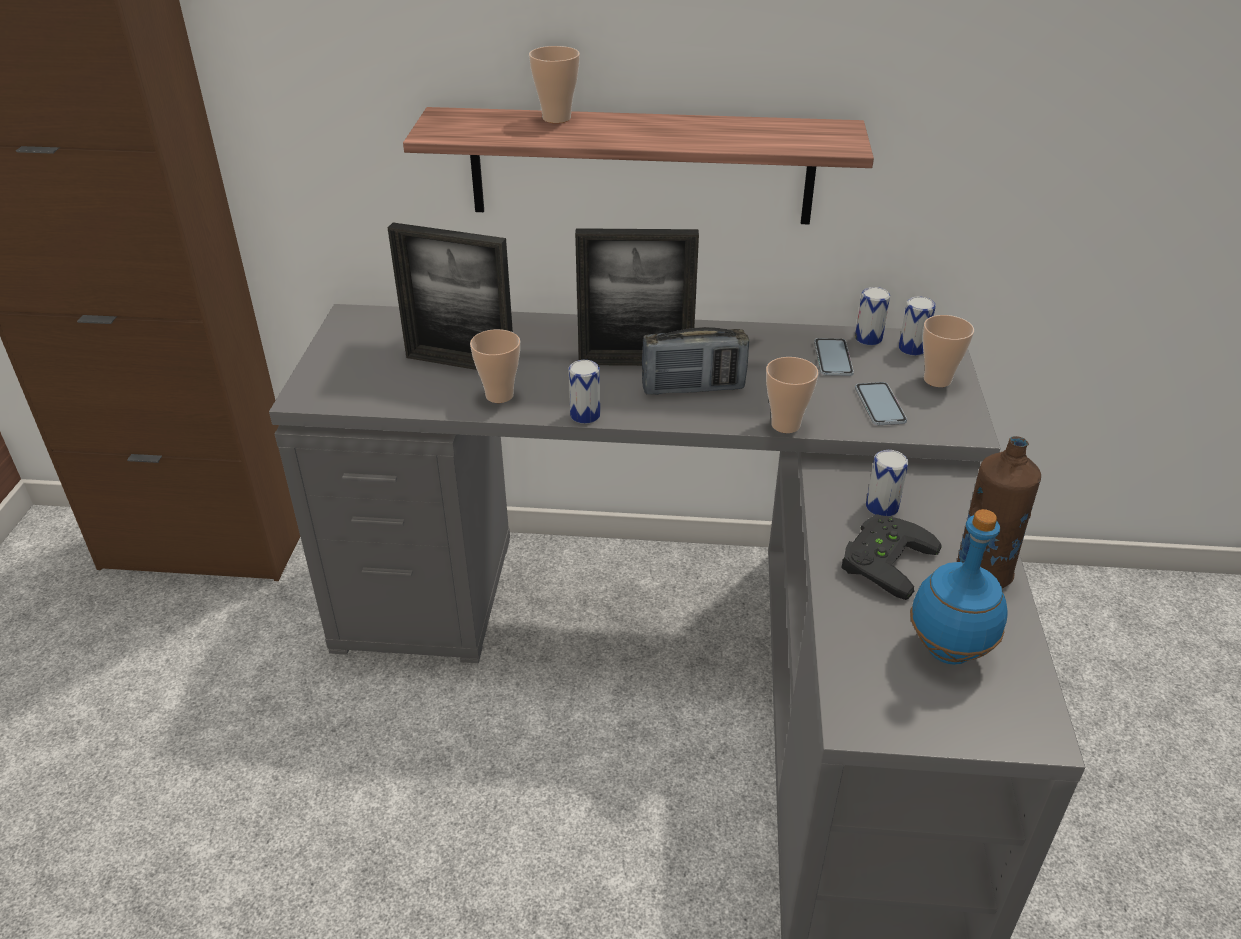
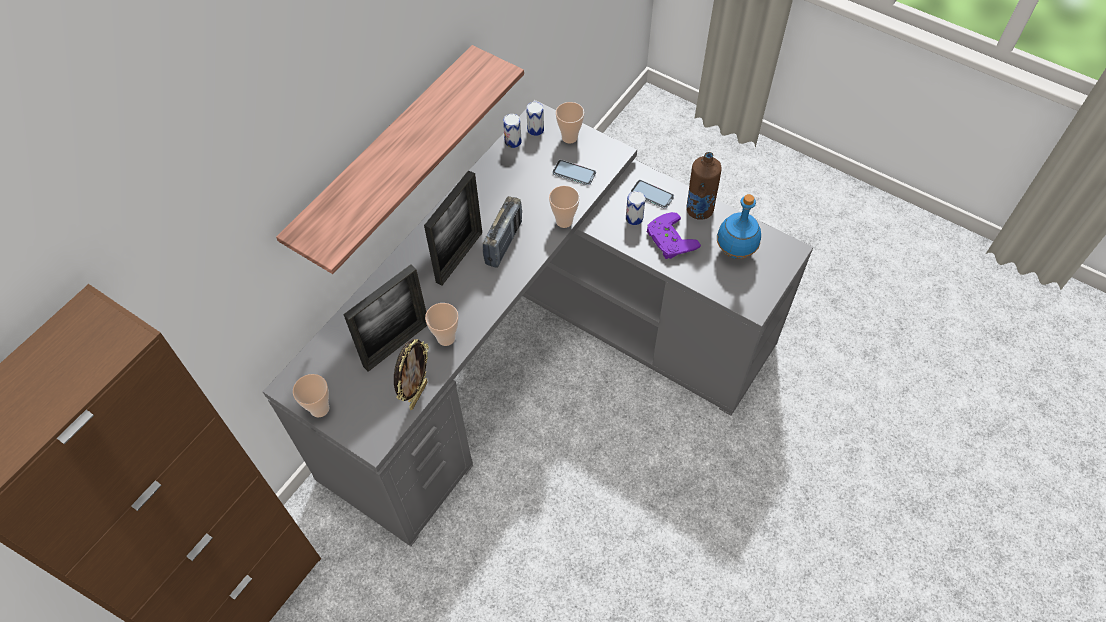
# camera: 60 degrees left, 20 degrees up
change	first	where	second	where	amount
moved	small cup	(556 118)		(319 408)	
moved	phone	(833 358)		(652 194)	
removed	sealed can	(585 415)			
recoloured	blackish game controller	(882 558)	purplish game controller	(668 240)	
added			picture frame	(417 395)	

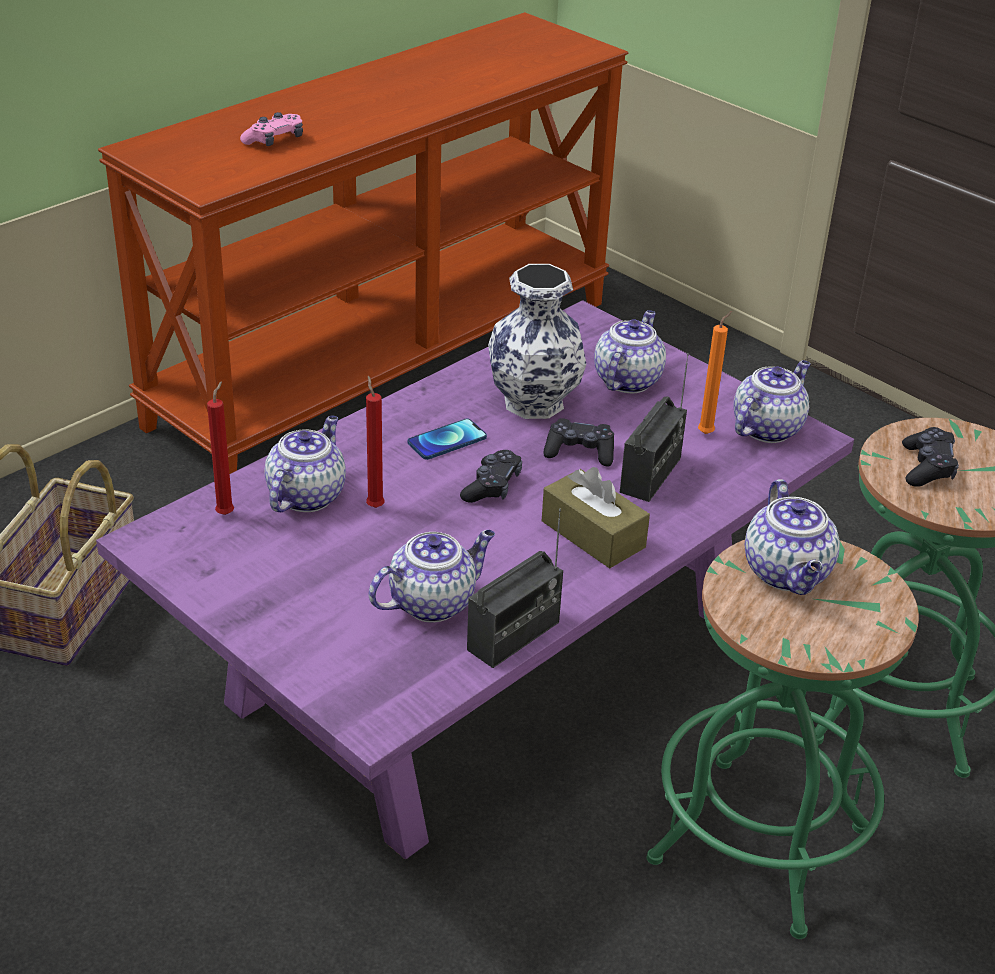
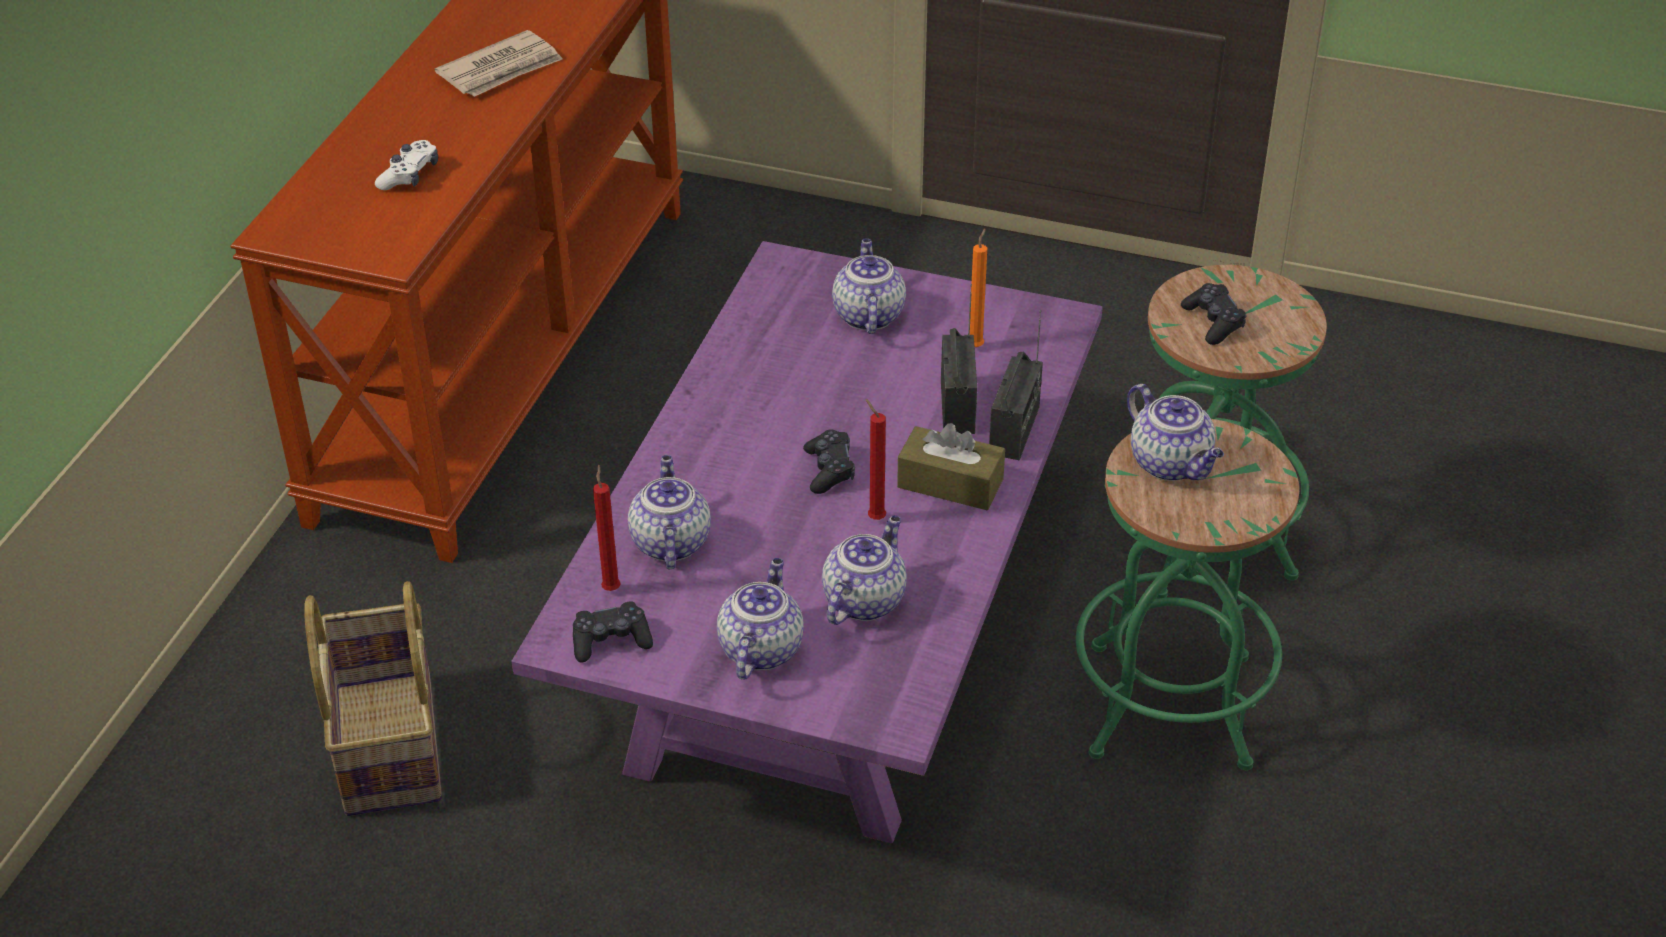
# camera: 25 degrees left, 5 degrees up
change	first	where	second	where	amount
recoloured	pink-coloured game controller	(274 140)	white-coloured game controller	(409 175)	
removed	flower vase	(532 401)			
moved	tea pot	(767 428)		(760 648)	
moved	reddish wax light	(374 505)		(874 517)	
moved	blackish game controller	(579 452)		(611 641)	
removed	phone	(447 440)			
moved	radio receiver	(514 636)		(1014 431)	
added			newspaper	(501 69)	

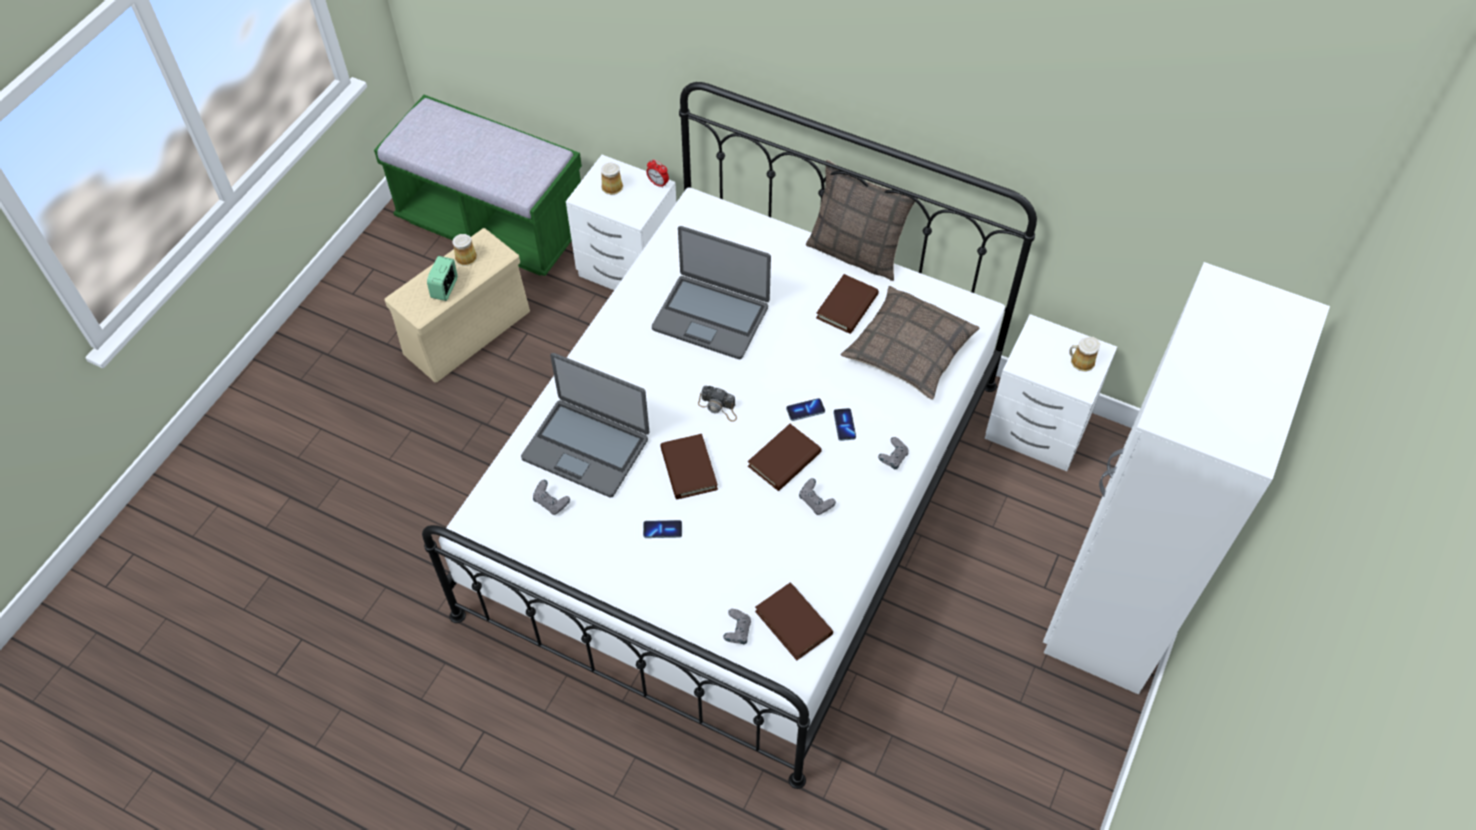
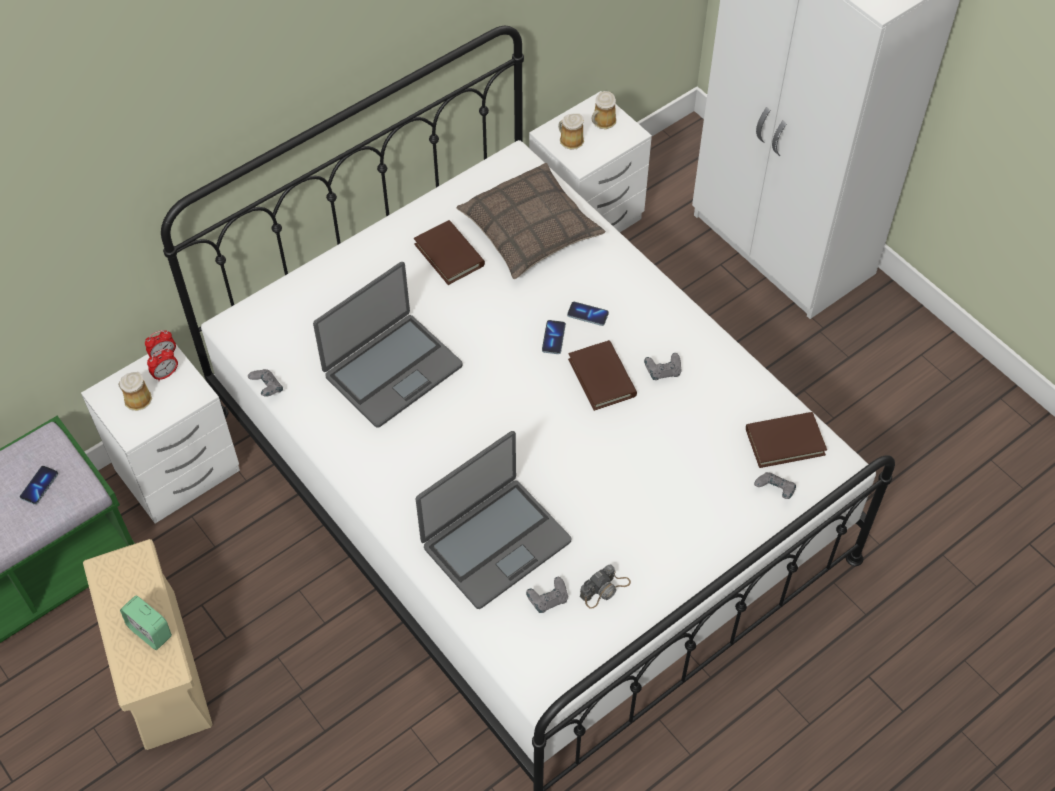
# camera: 65 degrees left, 0 degrees up
change	first	where	second	where	amount
removed	cushion	(856 252)			
moved	coffee mug	(467 257)		(570 140)	
moved	photo camera	(719 407)		(605 589)	
removed	brownish volume	(688 469)			
moved	greyish game controller	(893 458)		(267 388)	
moved	phone	(662 530)		(39 486)	
added			table clock	(166 374)	

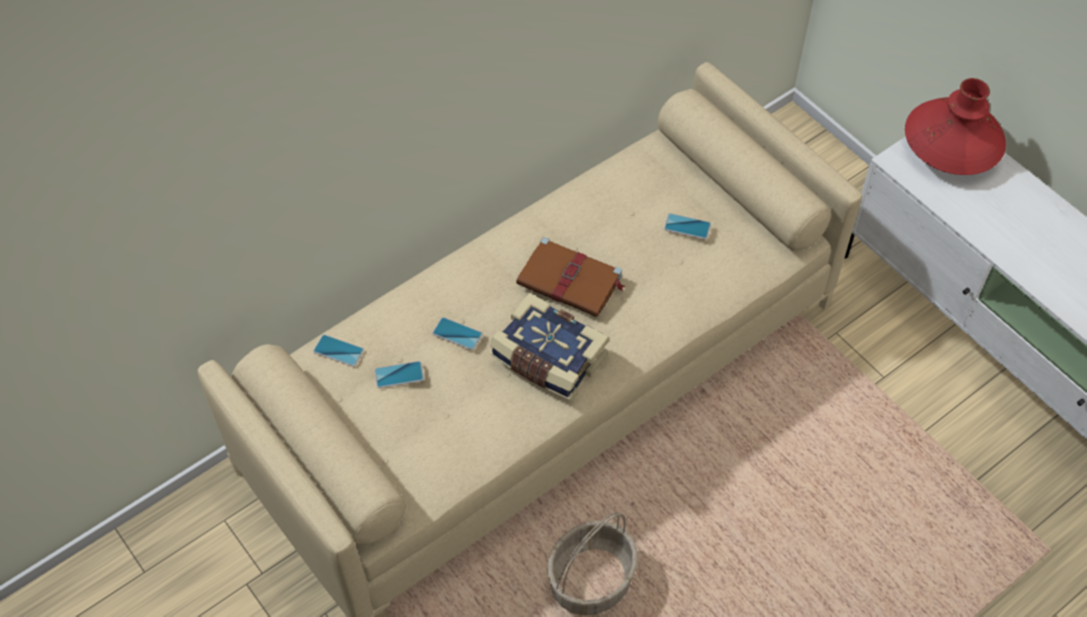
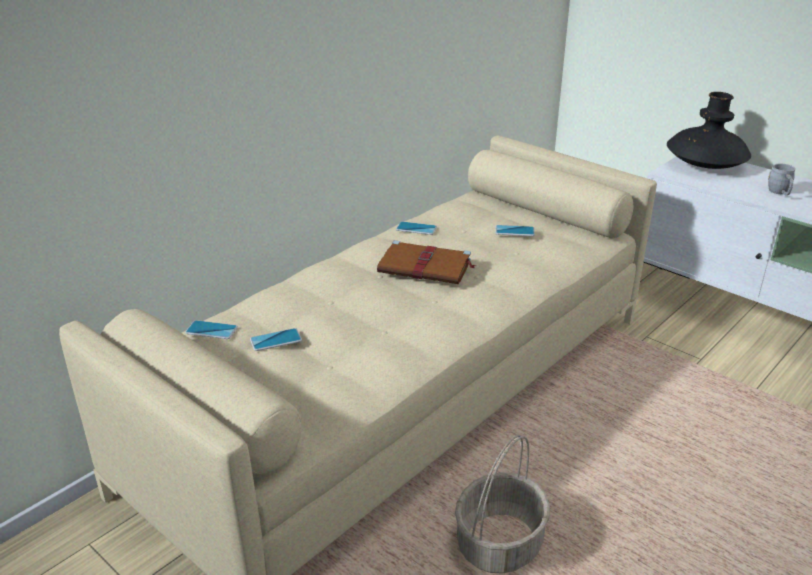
# camera: 10 degrees left, 25 degrees down
change	first	where	second	where	amount
recoloured	reddish flower vase	(950 149)	blackish flower vase	(705 164)	
removed	volume	(547 359)			
moved	phone	(457 334)		(416 229)	
added			greyish coffee mug	(780 193)	

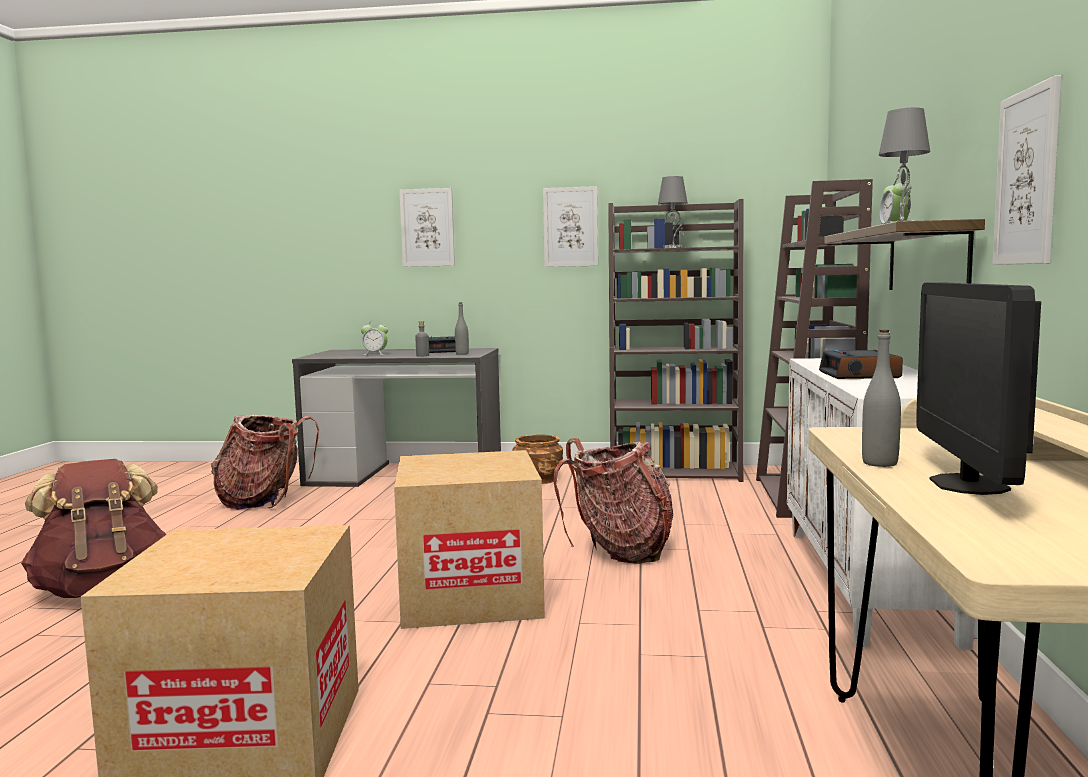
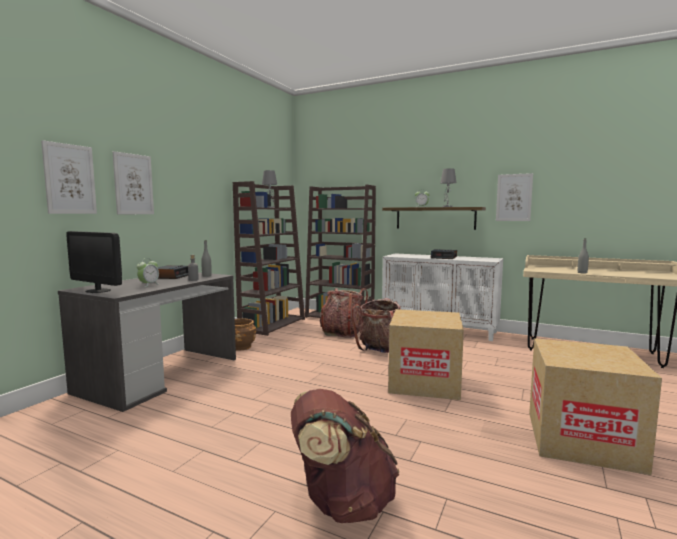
# camera: 70 degrees left, 0 degrees up
change	first	where	second	where	amount
moved	wall art	(570 227)		(70 179)	
moved	computer screen	(969 484)		(98 291)	
moved	knapsack	(264 501)		(342 333)	

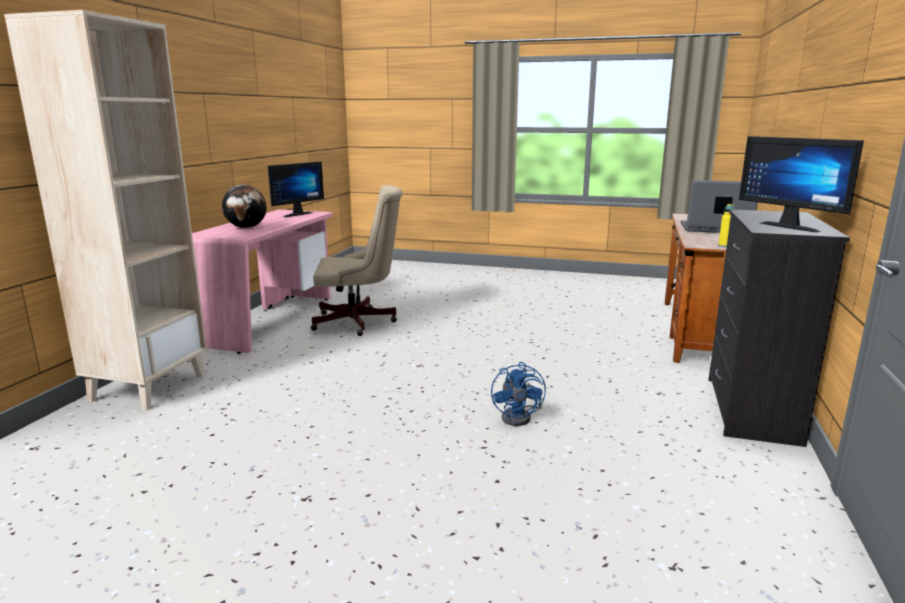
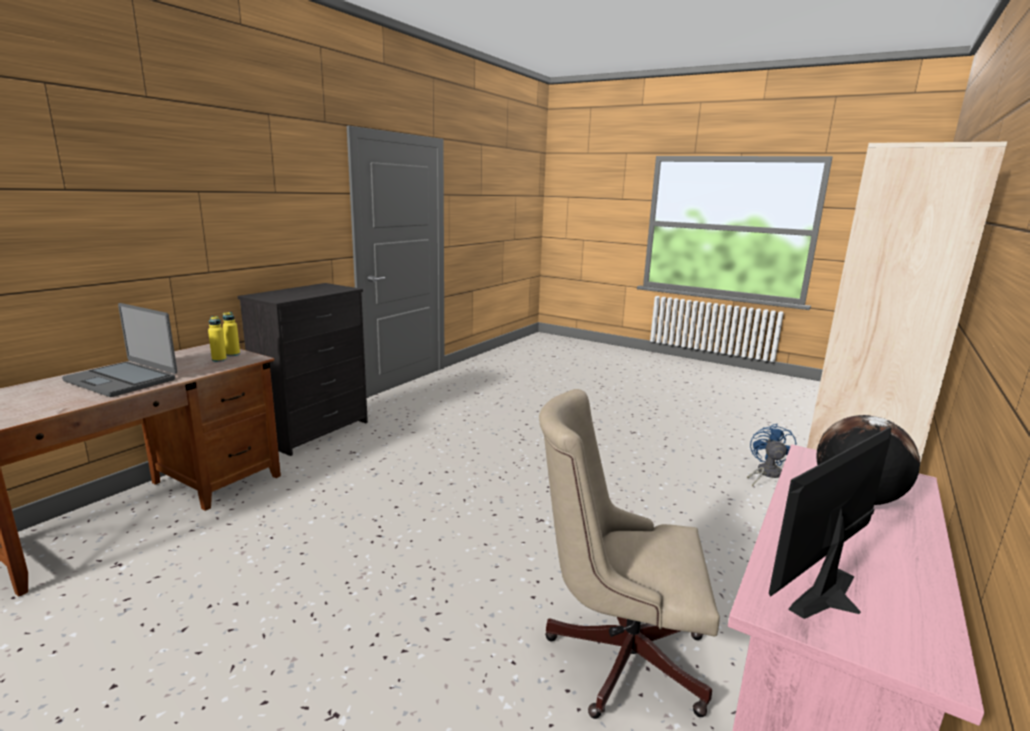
# camera: 165 degrees left, 0 degrees up
change	first	where	second	where	amount
removed	computer screen	(792 226)			
moved	bluish cooling fan	(520 417)		(765 473)	
added			yellow bottle	(219 360)	

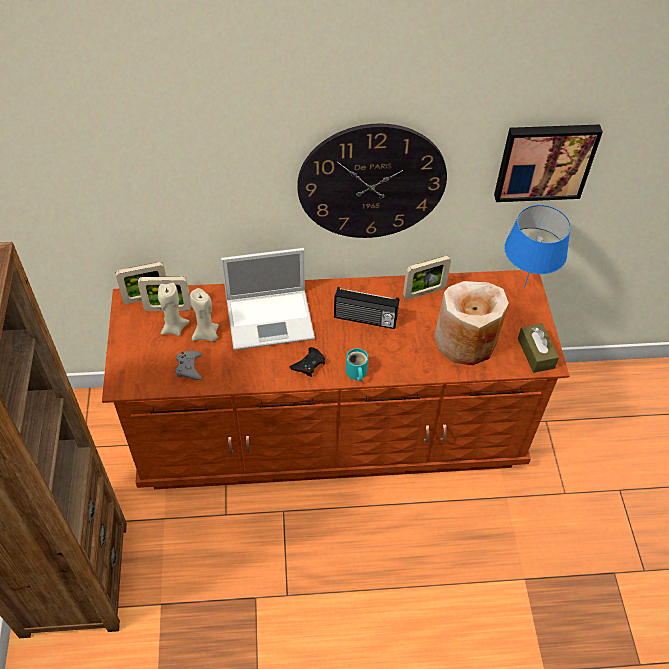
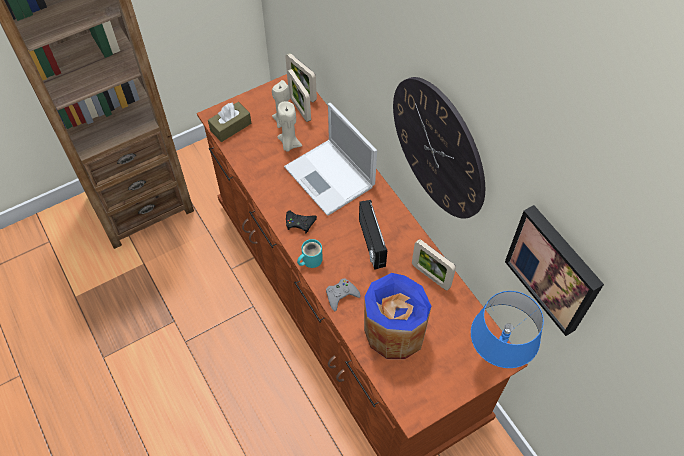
# camera: 65 degrees right, 5 degrees up
change	first	where	second	where	amount
recoloured	beige flower vase	(465 342)	bluish flower vase	(394 331)	
moved	brownish tissue holder	(535 353)		(230 127)	
moved	greyish game controller	(189 367)		(341 295)	

